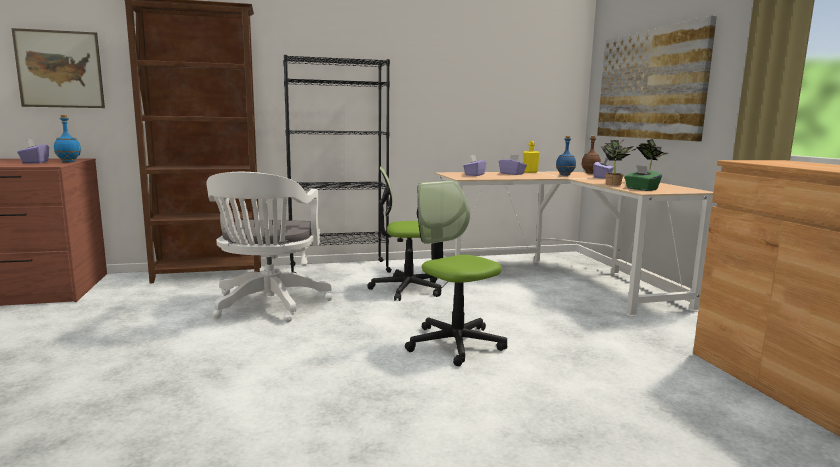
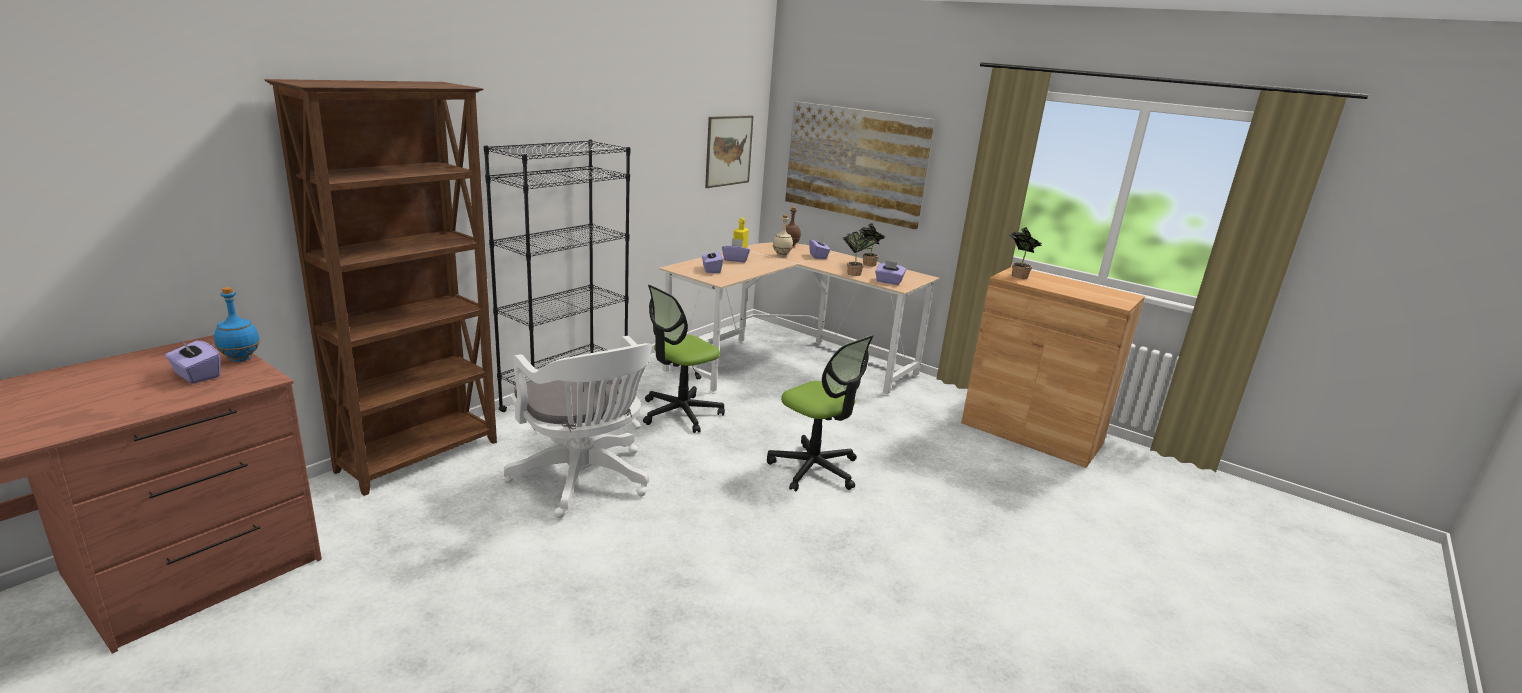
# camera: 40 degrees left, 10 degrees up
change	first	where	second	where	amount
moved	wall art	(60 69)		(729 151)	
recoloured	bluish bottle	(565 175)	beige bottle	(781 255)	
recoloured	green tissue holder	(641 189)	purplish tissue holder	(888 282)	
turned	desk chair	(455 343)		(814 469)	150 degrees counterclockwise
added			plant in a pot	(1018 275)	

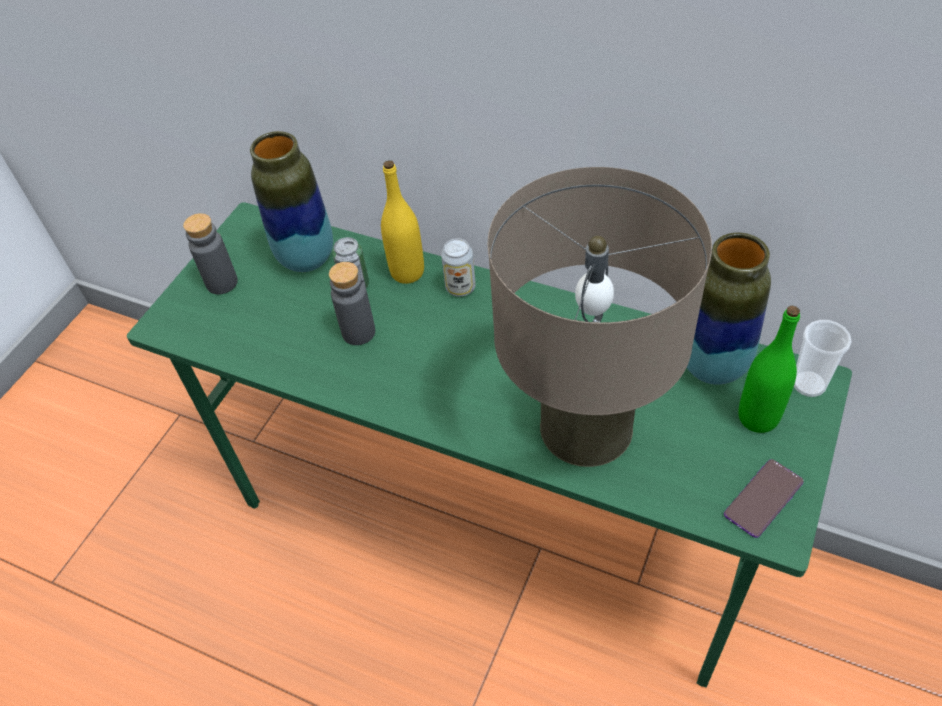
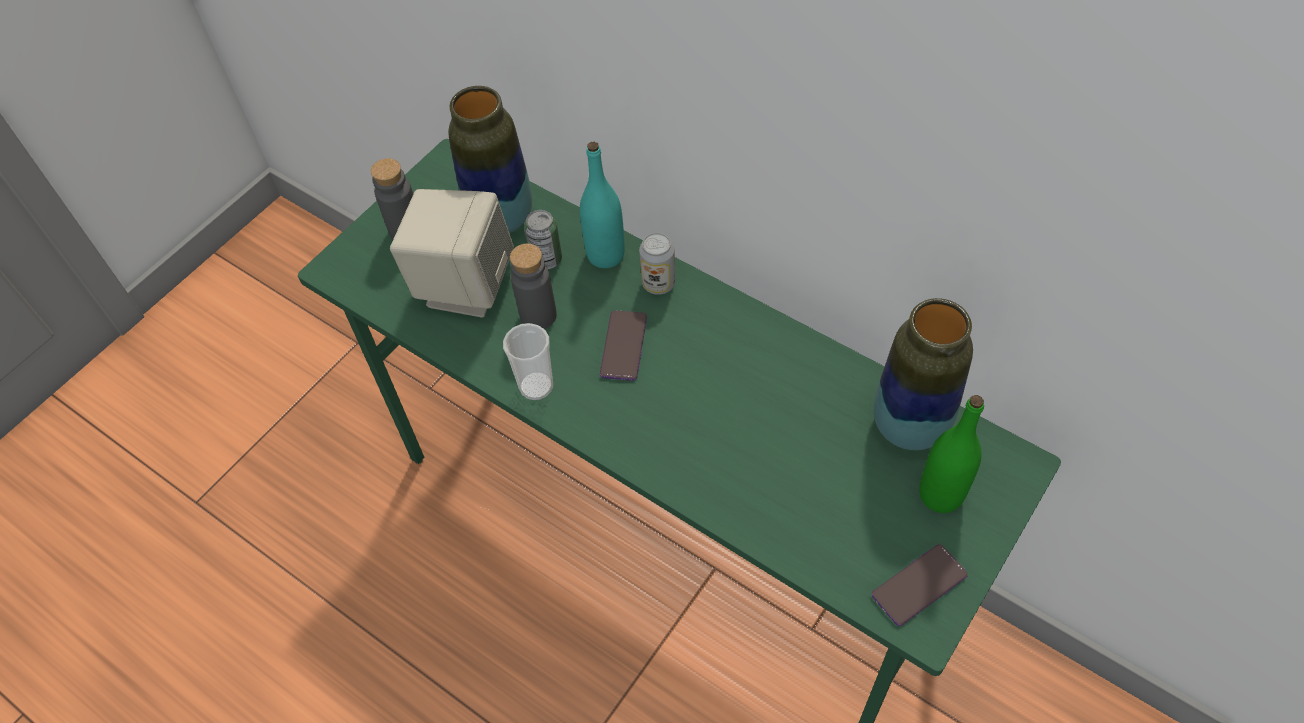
# camera: 10 degrees right, 5 degrees up
change	first	where	second	where	amount
recoloured	yellow bottle	(407 272)	blue-green bottle	(605 255)	
removed	beige lamp for a table	(585 427)			
moved	small cup	(809 384)		(536 386)	
added			beige loudspeaker	(464 285)	
added			phone	(623 346)	

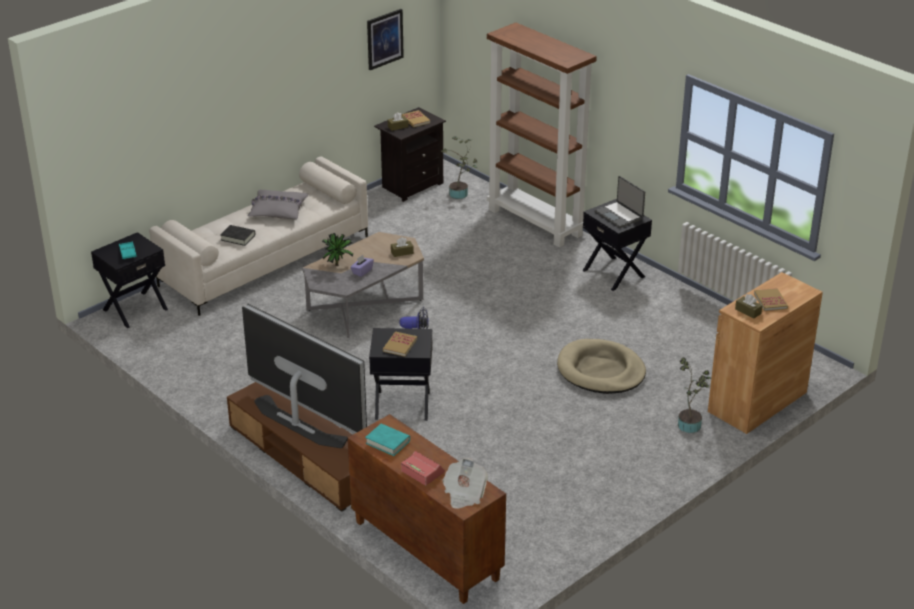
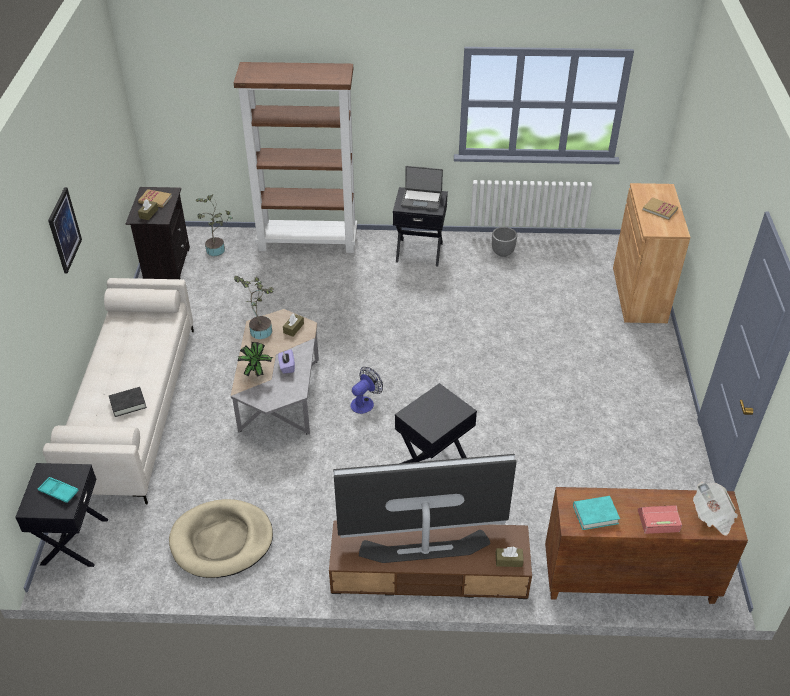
# camera: 45 degrees left, 10 degrees up
change	first	where	second	where	amount
moved	wall art	(384 39)		(64 230)	
removed	greyish cushion	(278 210)			
moved	brownish tissue holder	(748 311)		(508 560)	
removed	volume	(400 345)			
moved	beige dog bed	(600 371)		(222 541)	
moved	plant in a pot	(690 424)		(261 329)	
added			greyish plant pot	(503 252)	

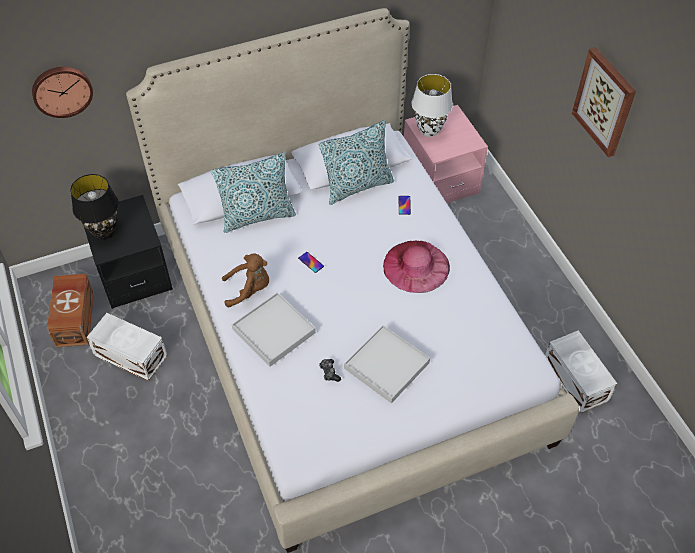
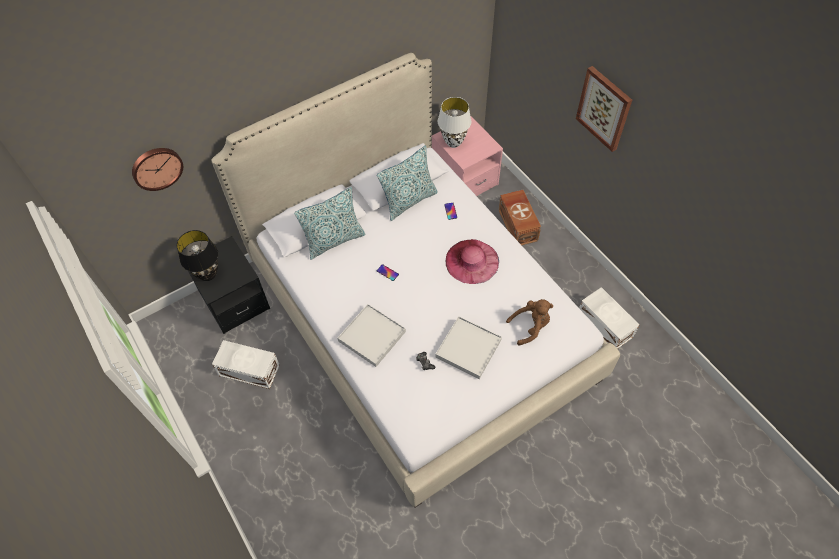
# camera: 10 degrees left, 5 degrees up
change	first	where	second	where	amount
moved	brownish soft toy	(249 290)		(530 326)	
moved	brownish storage box	(76 318)		(518 224)	

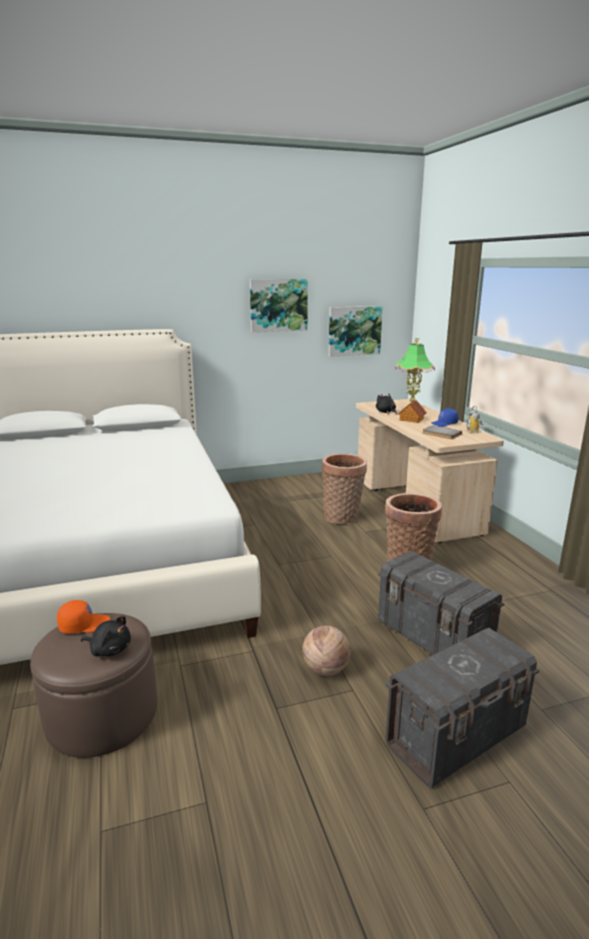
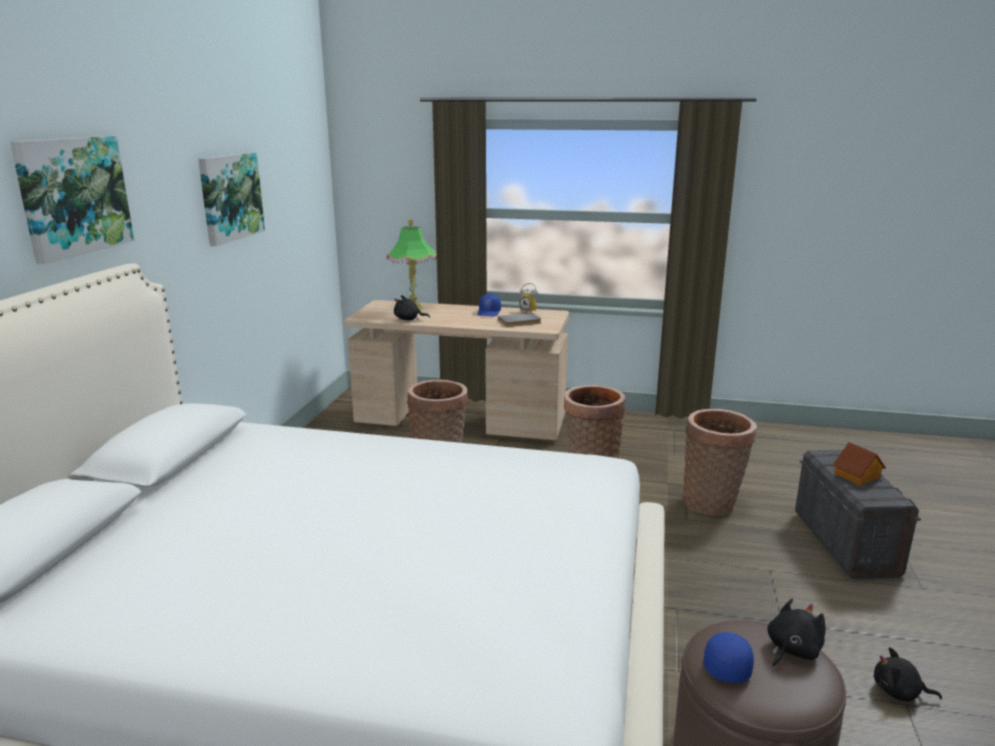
# camera: 60 degrees left, 0 degrees up
change	first	where	second	where	amount
moved	wall art	(354 331)		(73 196)	
moved	miniature house	(411 419)		(857 476)	
replaced	greyish storage box	(433 638)	storage basket	(712 503)	
recoloured	orangey cap	(84 624)	bluish cap	(725 662)	
removed	basketball ball	(325 670)			
added			blackish soft toy	(899 692)	

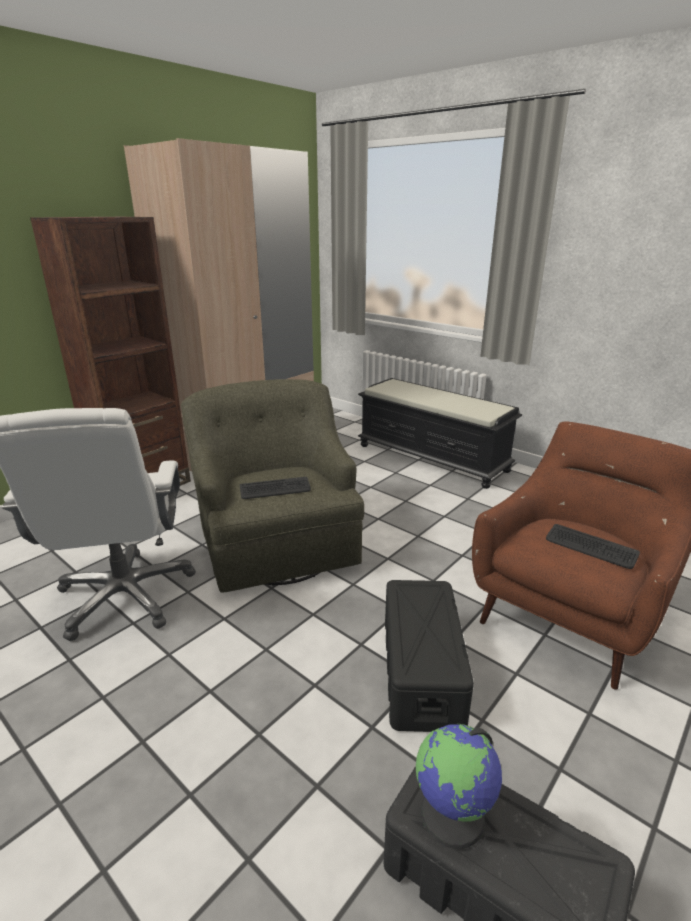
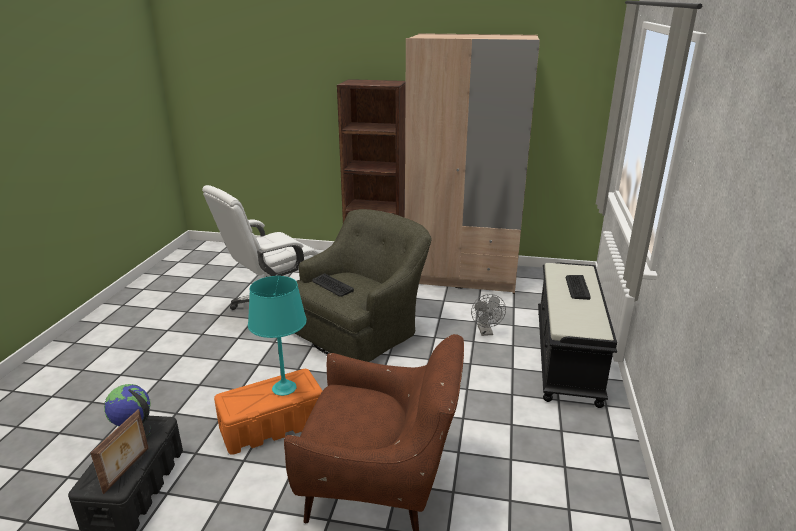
# camera: 60 degrees right, 0 degrees up
change	first	where	second	where	amount
moved	computer keyboard	(590 547)		(577 287)	
recoloured	blackish storage box	(421 670)	orangey storage box	(273 425)	
added			blue-green lamp for a table	(283 388)	
added			greyish cooling fan	(486 332)	
added			picture frame	(127 470)	

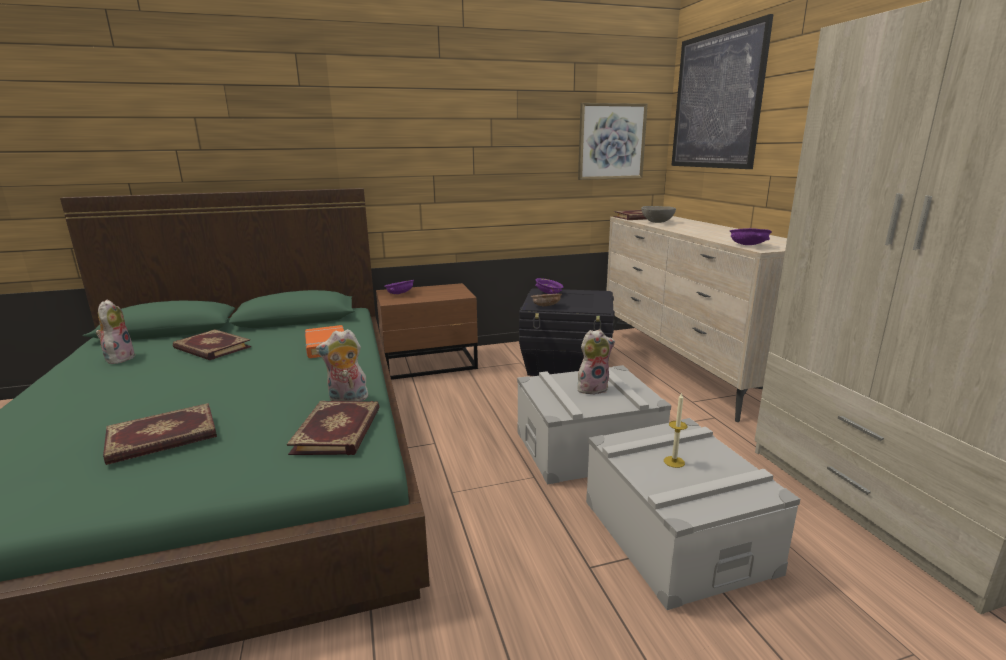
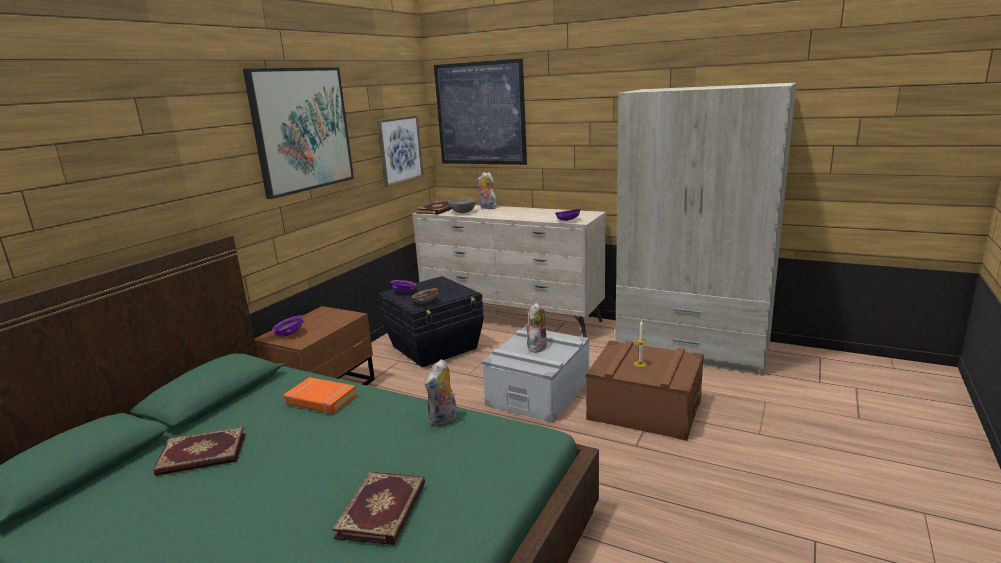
# camera: 45 degrees left, 0 degrees up
change	first	where	second	where	amount
moved	soft toy	(119 358)		(487 208)	
removed	volume	(339 431)			
recoloured	greyish storage box	(675 535)	brownish storage box	(644 409)	
added			wall art	(302 130)	

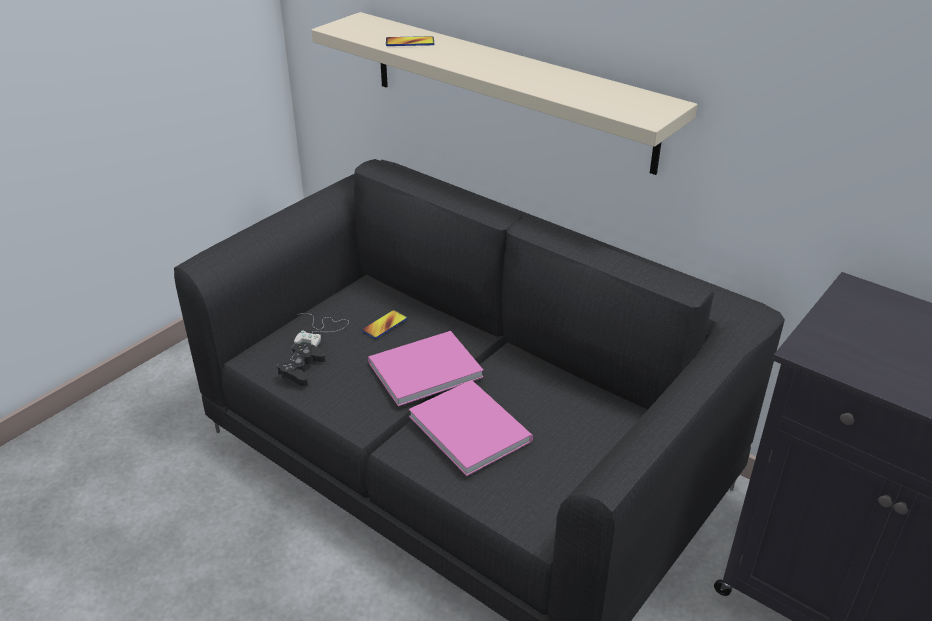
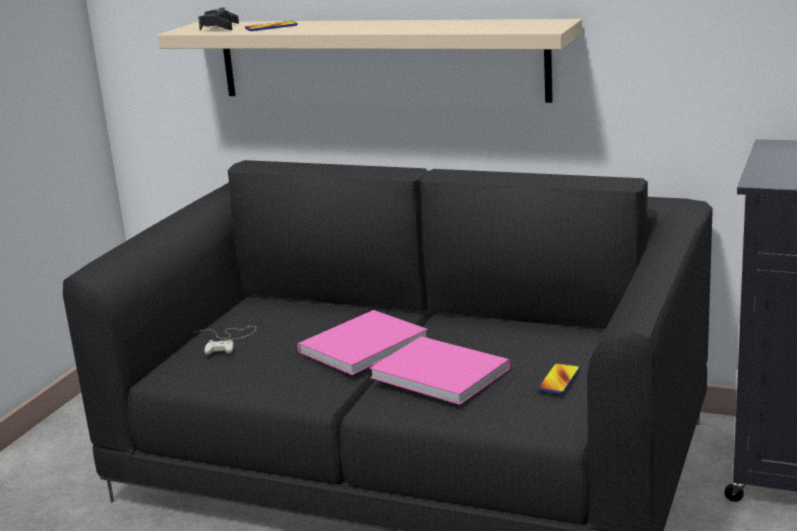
# camera: 15 degrees left, 15 degrees down
change	first	where	second	where	amount
moved	phone	(384 325)		(559 380)	
moved	blackish game controller	(301 369)		(219 27)	

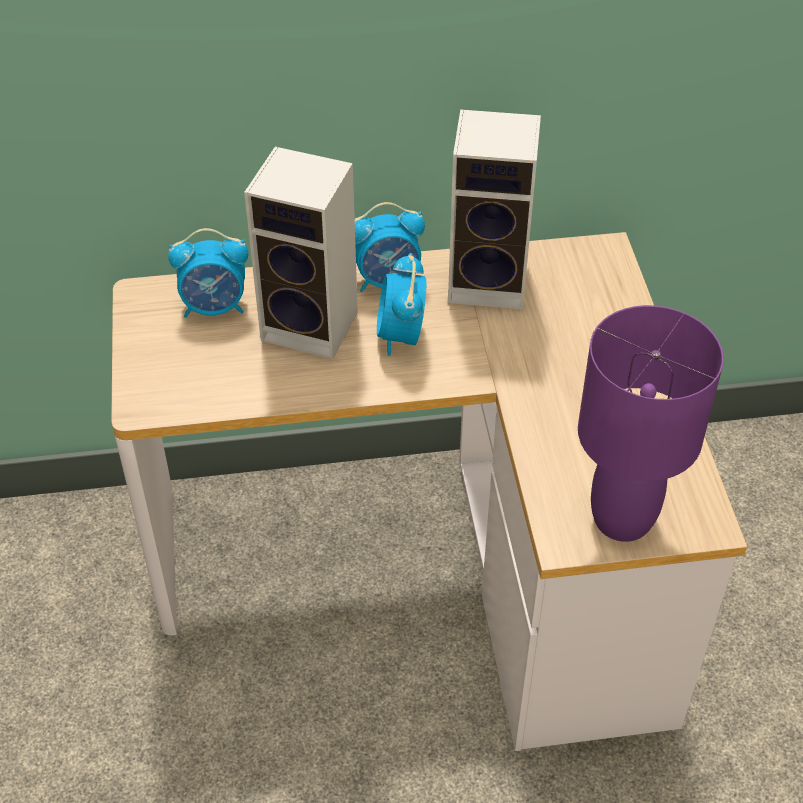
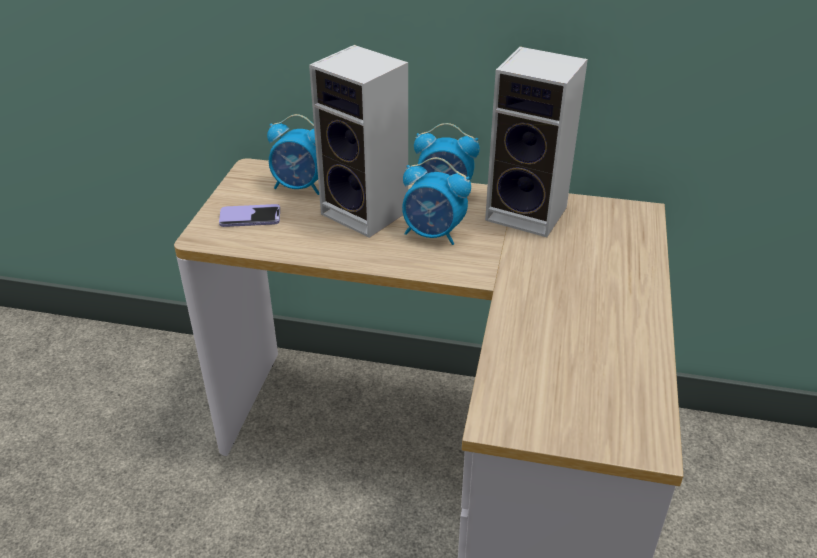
# camera: 20 degrees right, 10 degrees down
change	first	where	second	where	amount
turned	table clock	(401 336)		(433 234)	90 degrees counterclockwise
removed	purplish lamp for a table	(621 519)			
added			phone	(250 217)	

